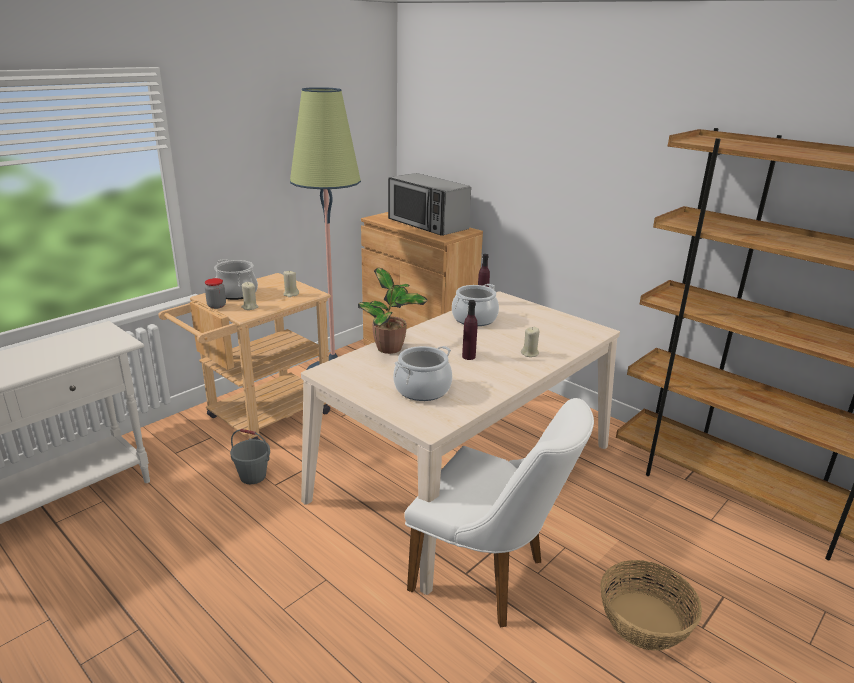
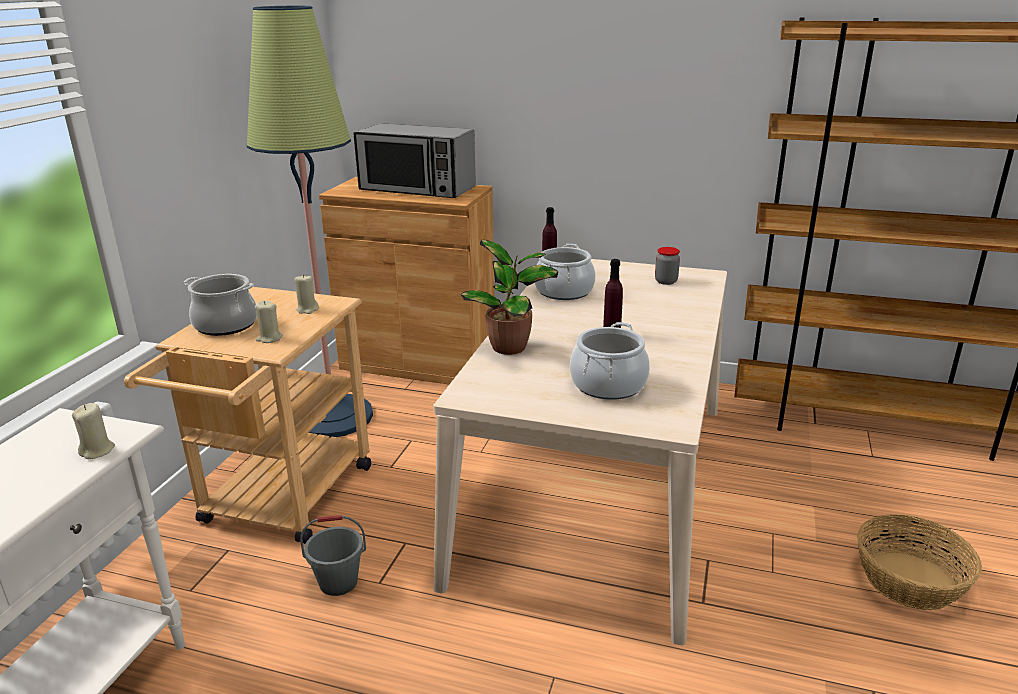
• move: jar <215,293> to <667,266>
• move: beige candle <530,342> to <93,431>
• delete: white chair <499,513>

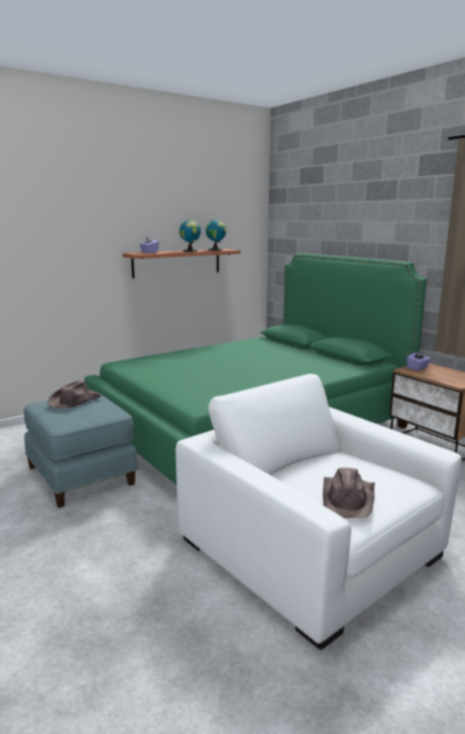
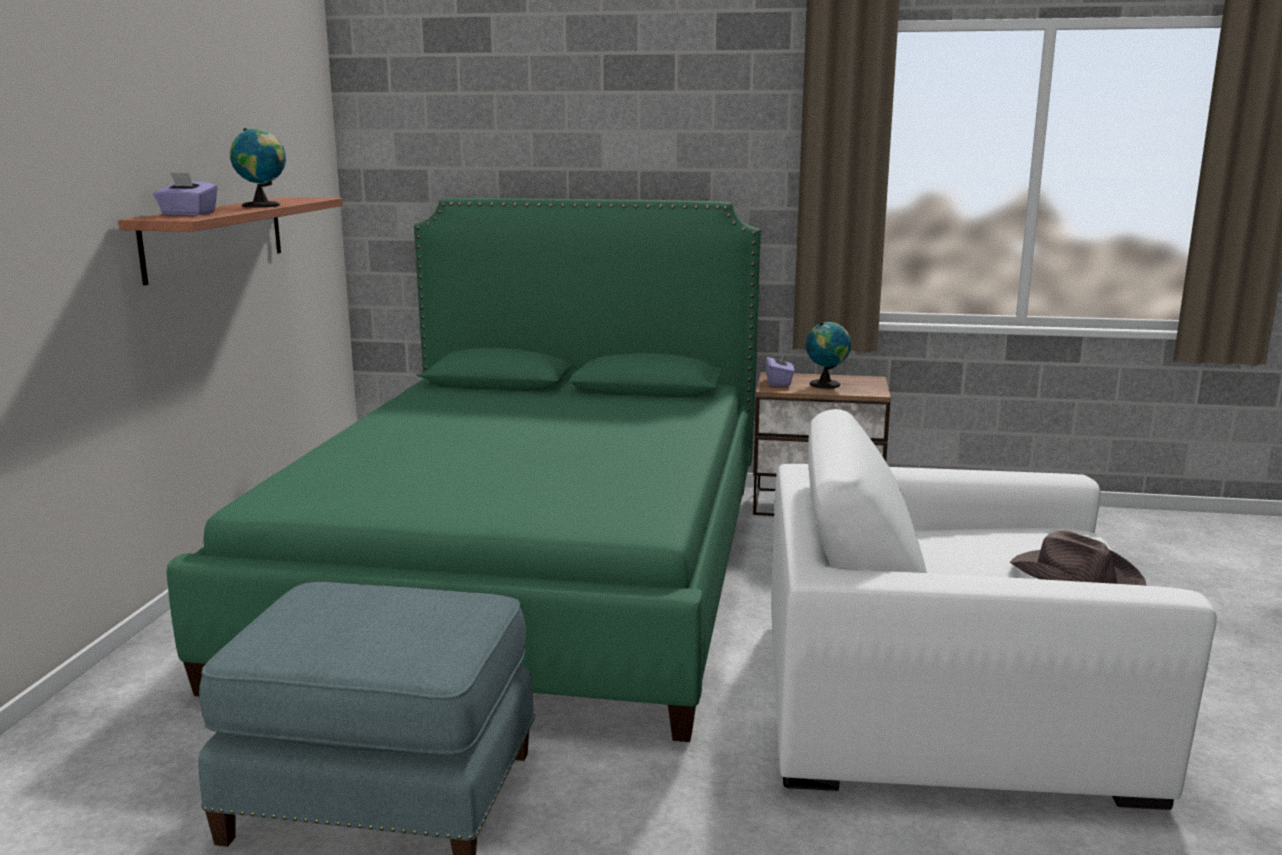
• move: globe <216,235> to <828,355>
• delete: brown hat <74,394>

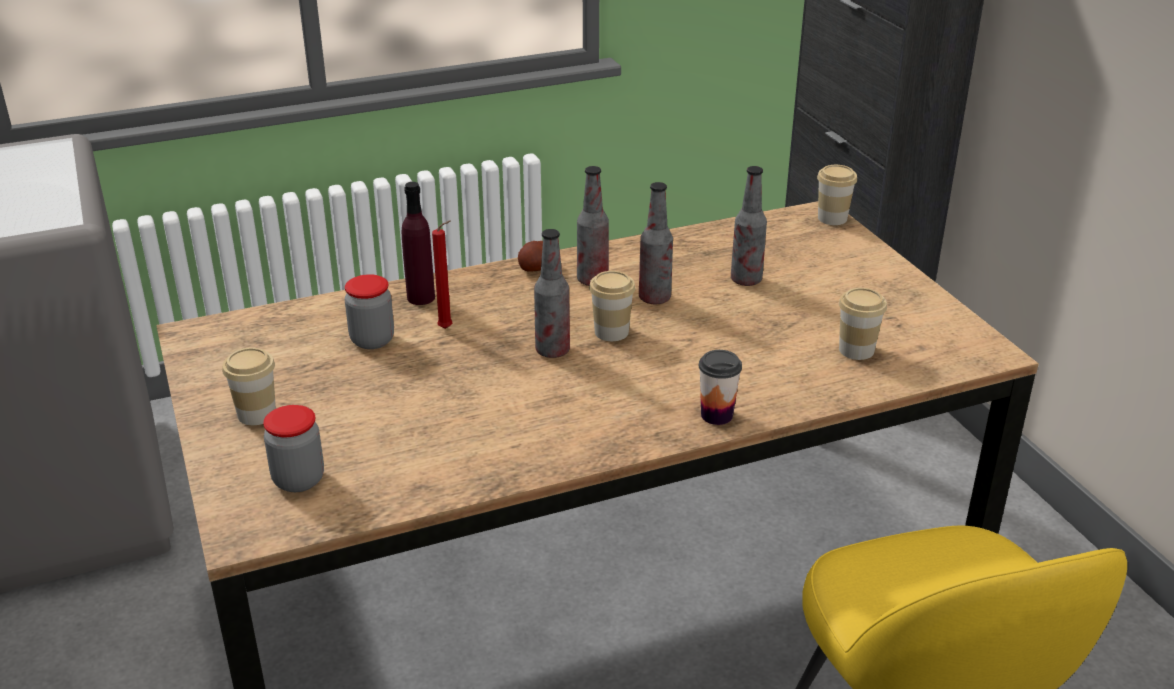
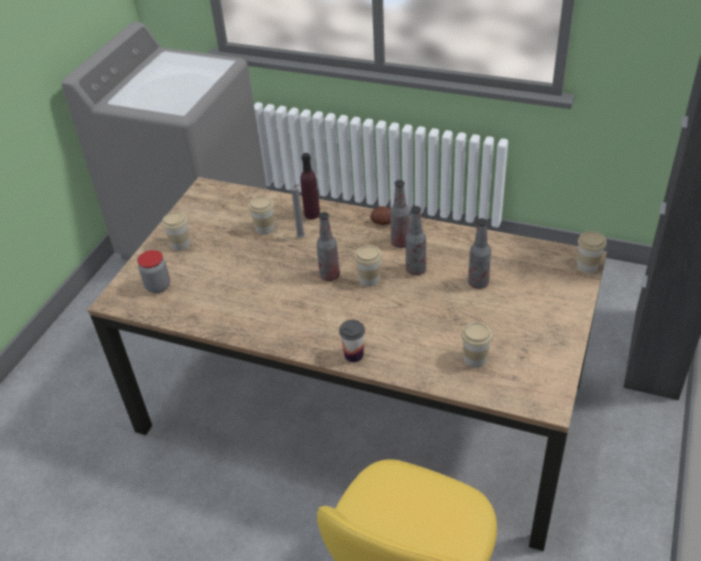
• recolor: red candle <442,274> to grey candle <298,211>
• replace: jar <369,311> to cup <261,215>

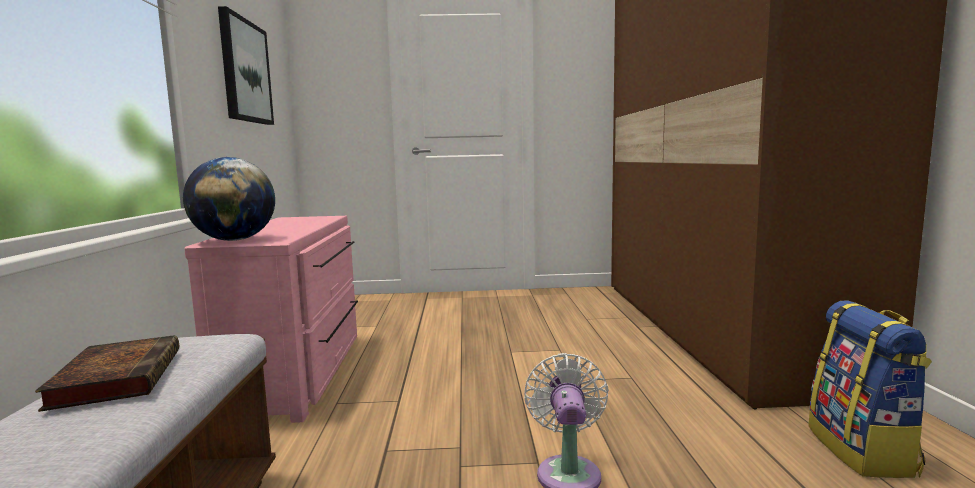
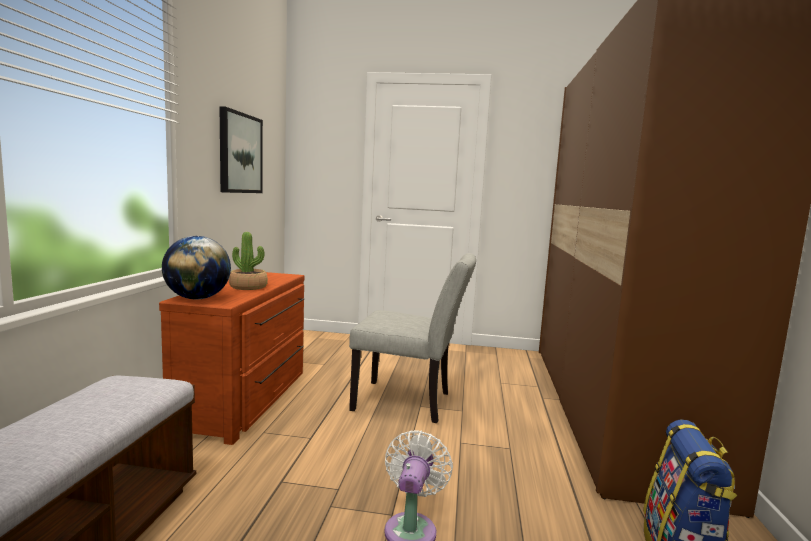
• recolor: pink dresser <271,319> to brown dresser <231,358>
• delete: book <107,373>
• insert: potted plant <248,261>
• insert: grey chair <412,338>

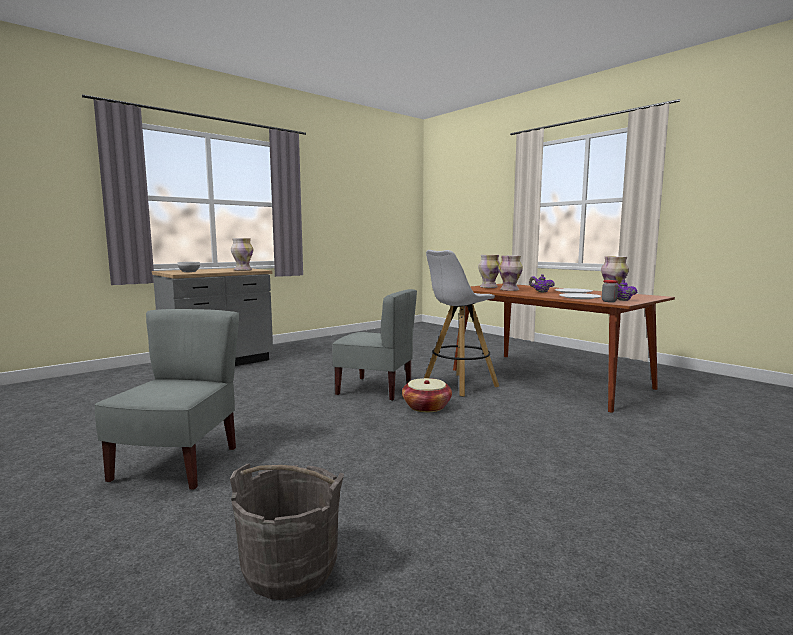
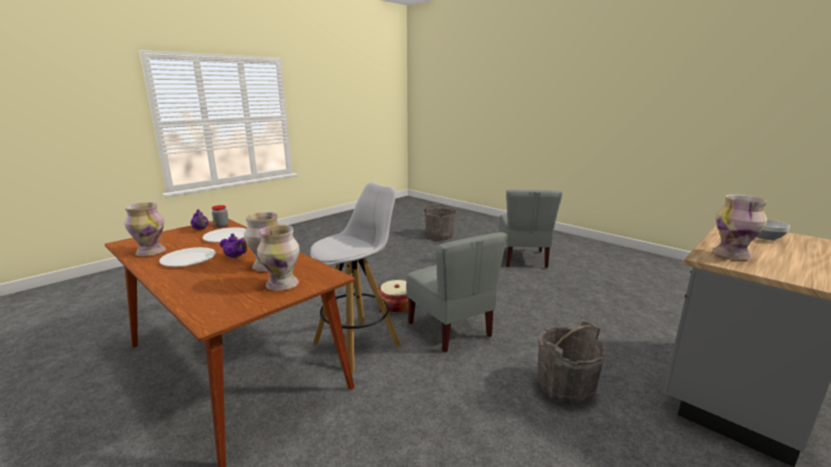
• rotate: grey chair <374,345> = <456,292> 135 degrees counterclockwise
• insert: grey bucket <572,362>

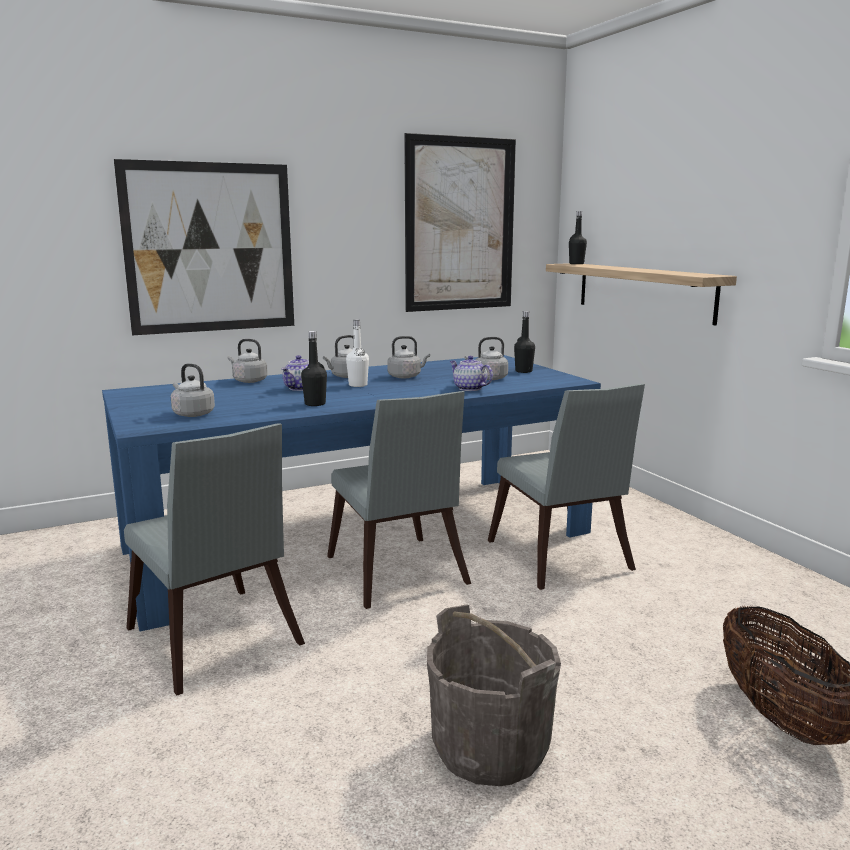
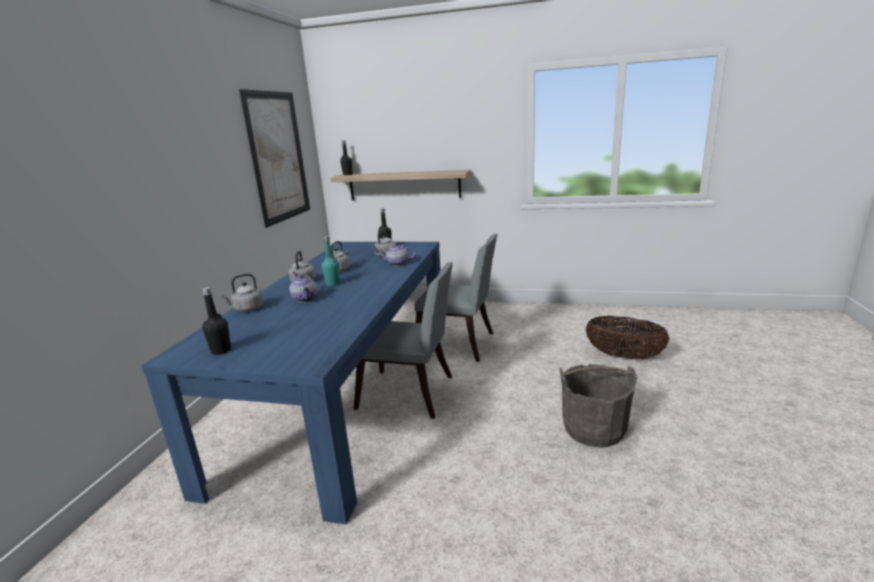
• delete: picture <204,247>
• recolor: white bottle <357,353> to turquoise bottle <331,261>
• move: black bottle <314,368> to <216,321>
• delete: grey kettle <193,390>
• delete: grey chair <214,559>

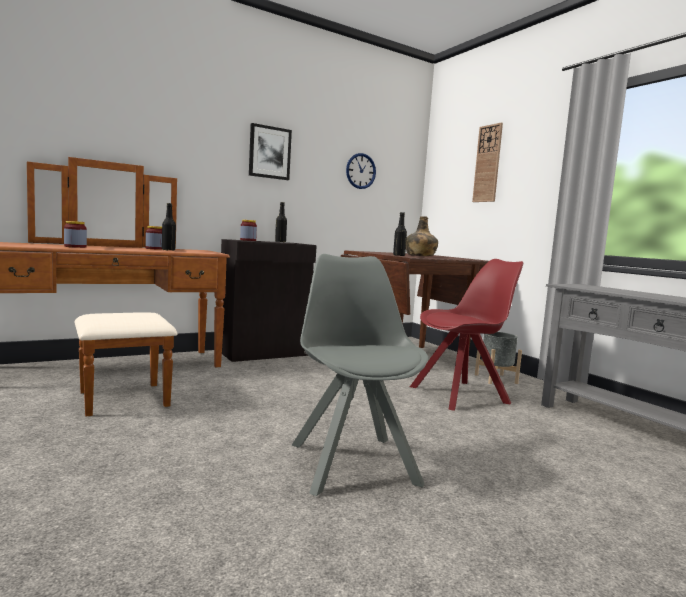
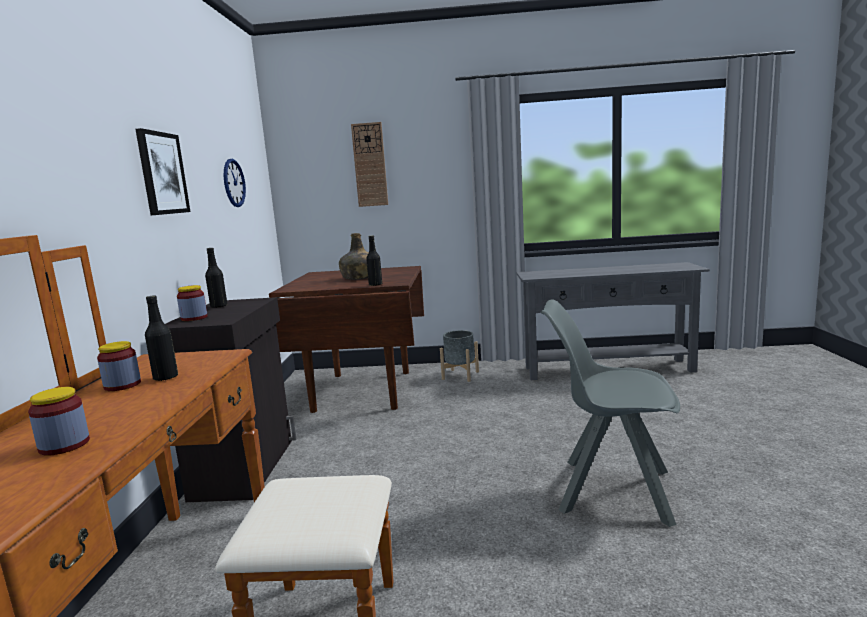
• delete: red chair <466,335>

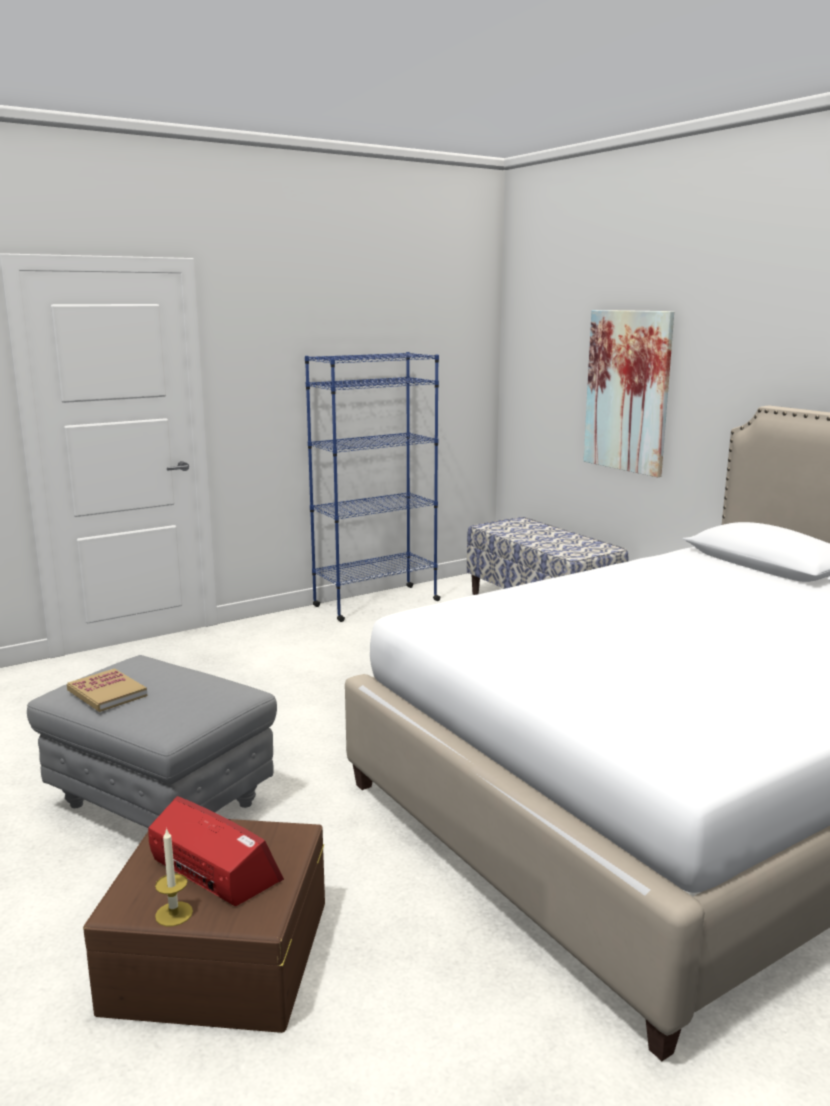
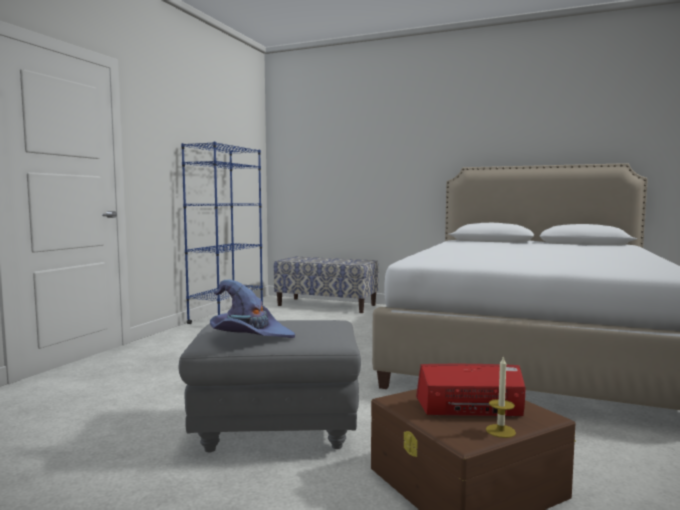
• delete: picture <628,393>
• replace: book <107,690> to purple hat <252,309>

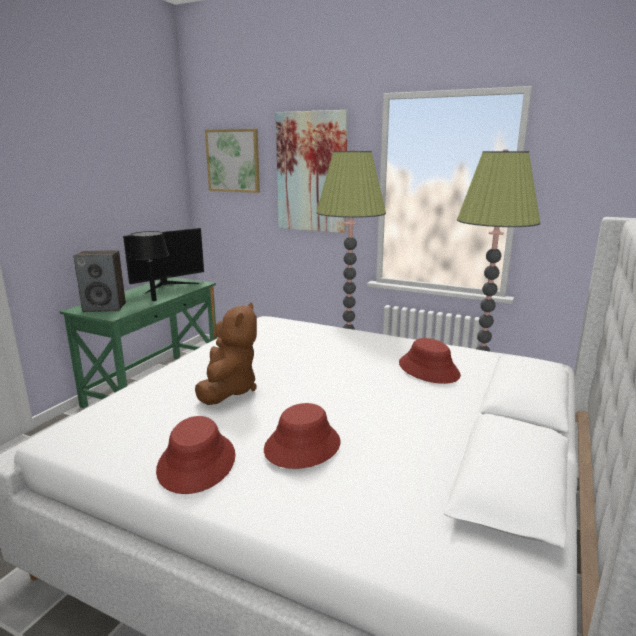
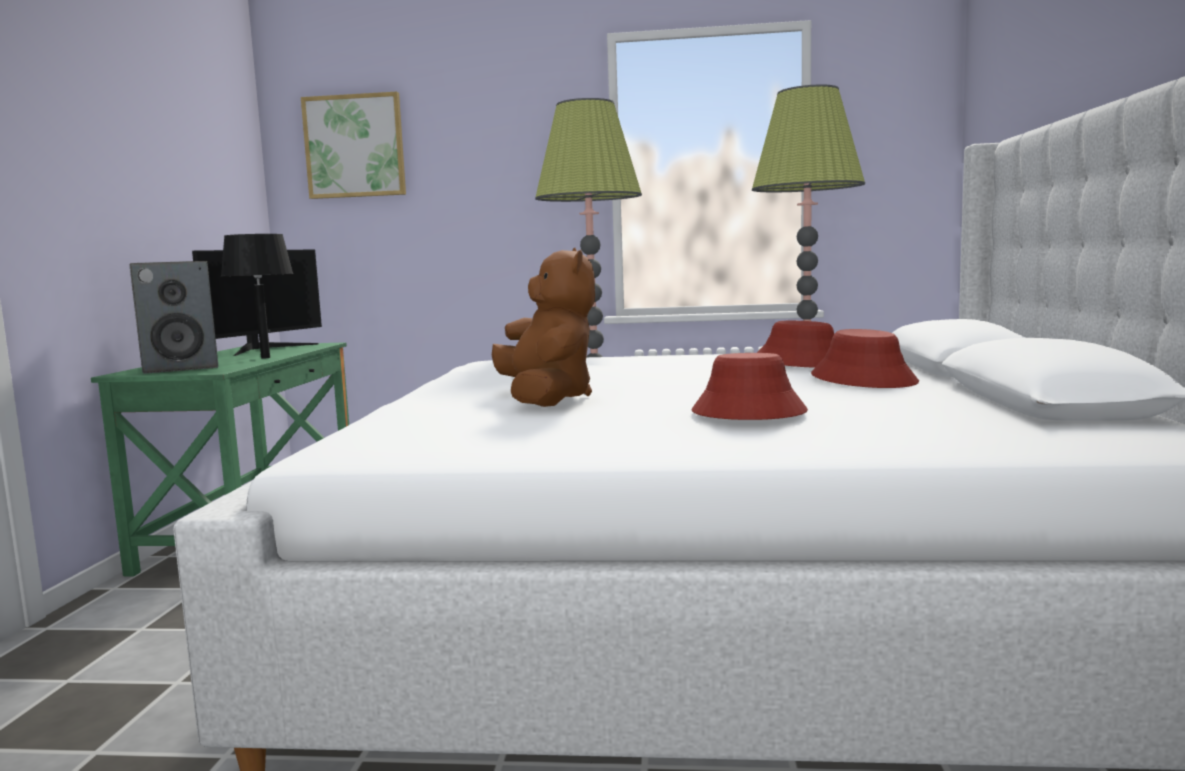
• delete: picture <312,171>
• move: red hat <195,455> to <865,358>

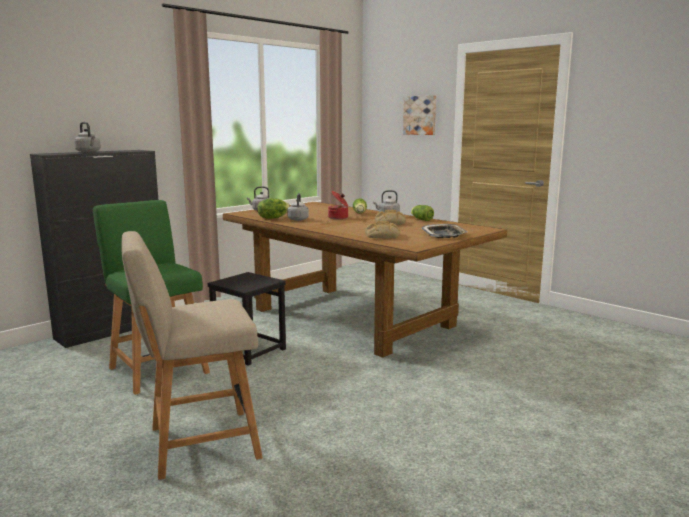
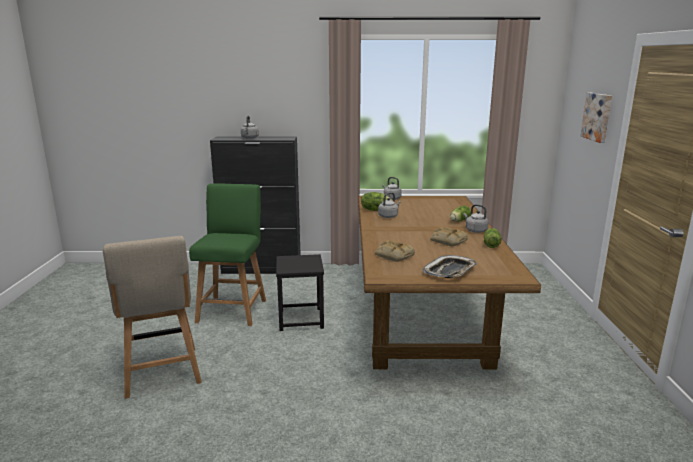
• delete: cooking pot <338,205>
• rotate: beige chair <192,355> = <152,317> 135 degrees counterclockwise

